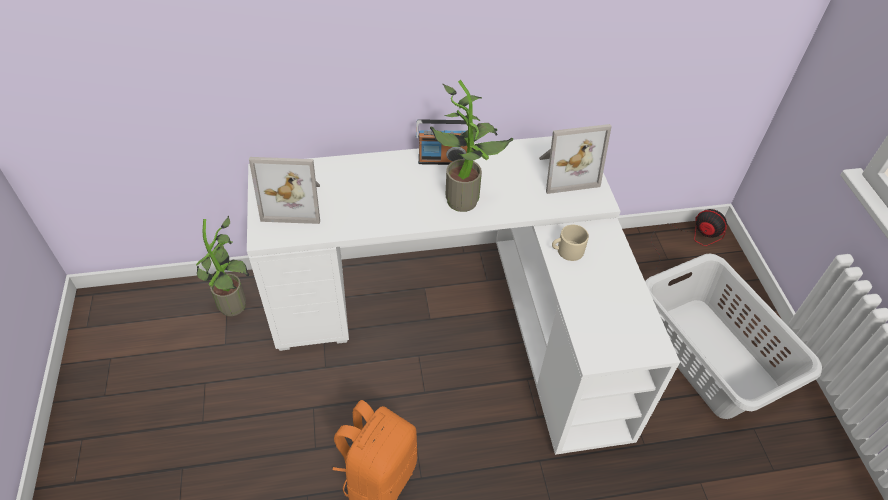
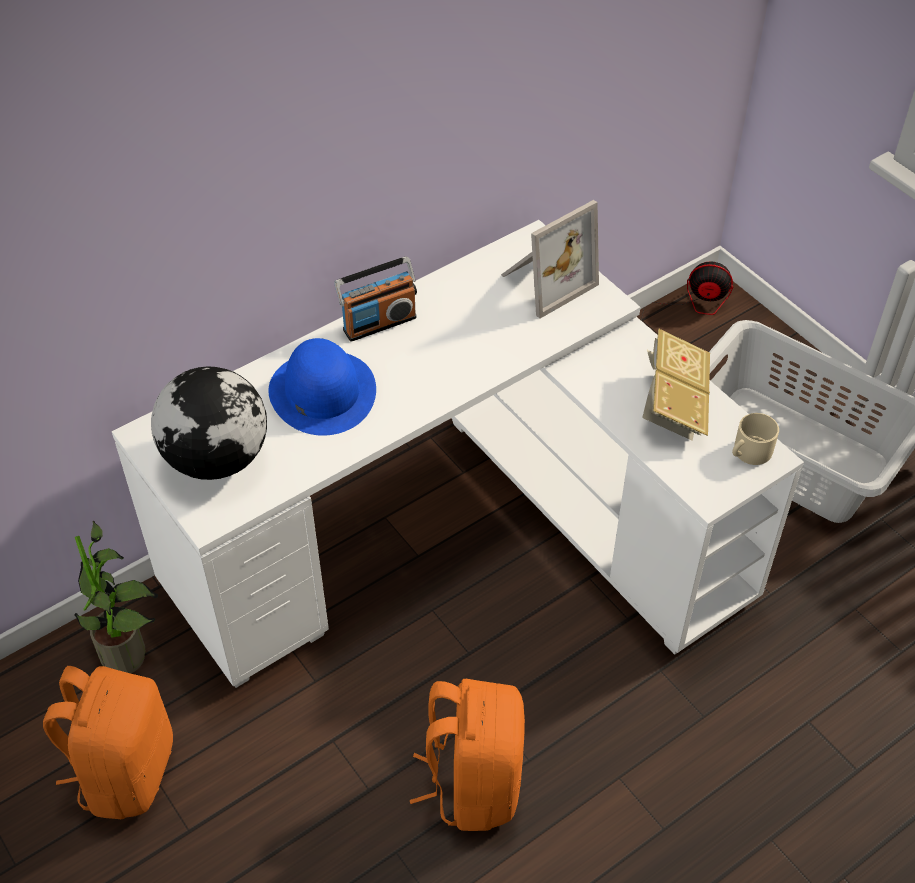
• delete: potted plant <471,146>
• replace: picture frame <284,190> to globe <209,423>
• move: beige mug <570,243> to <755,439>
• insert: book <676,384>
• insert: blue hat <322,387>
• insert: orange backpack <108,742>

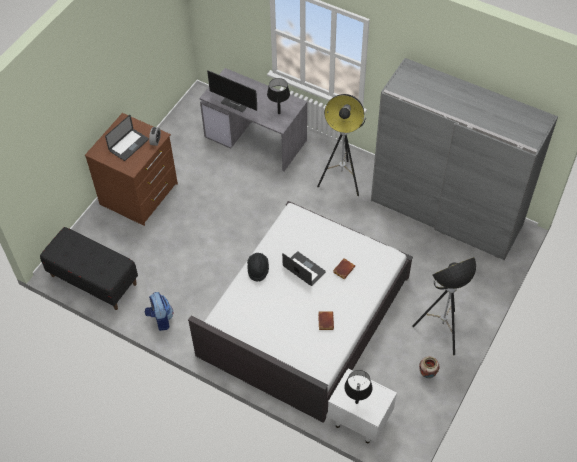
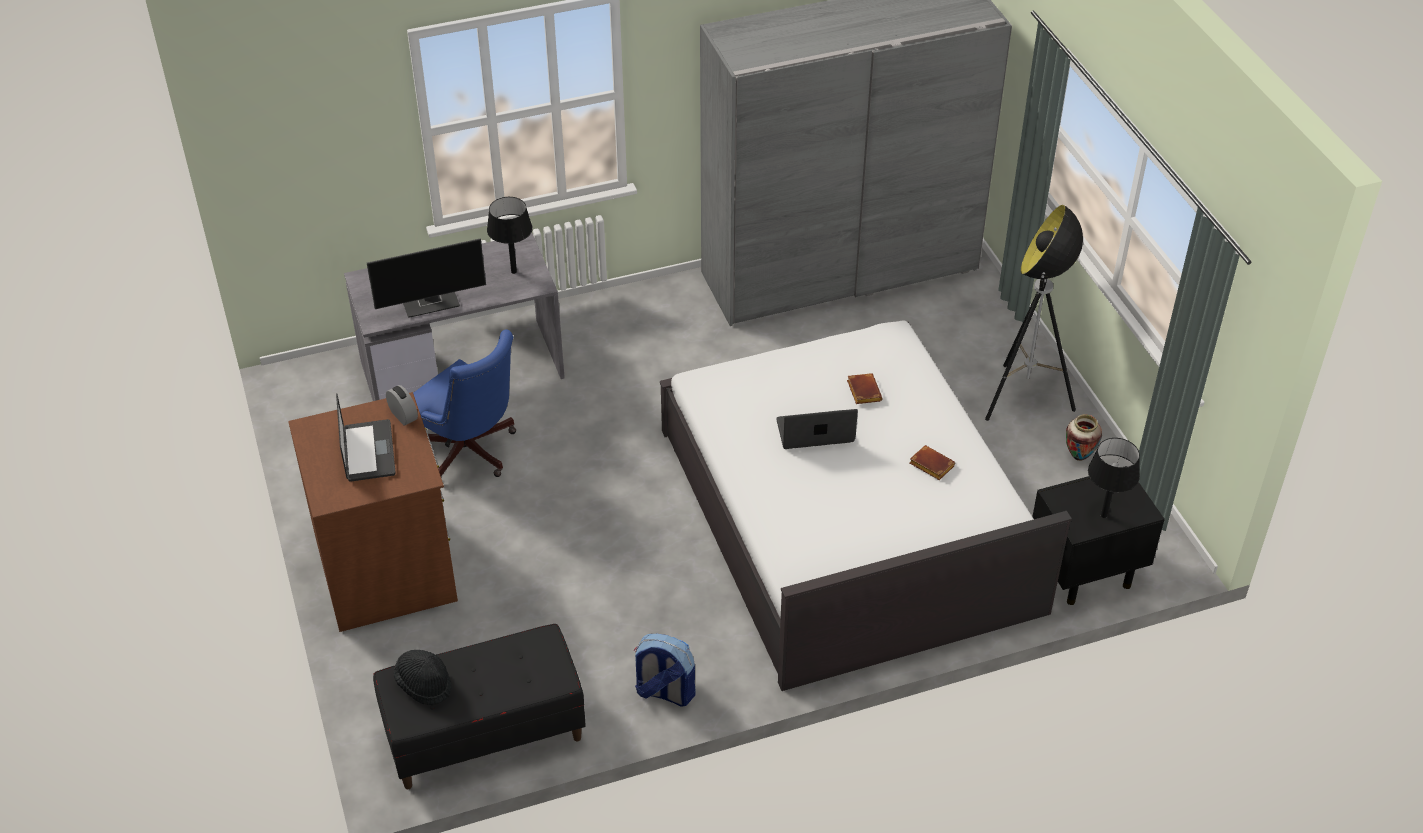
• delete: floor lamp <341,145>
• move: black hat <258,267> to <423,677>
• recolor: white nightstand <362,406> to black nightstand <1098,535>
• insert: blue office chair <464,403>

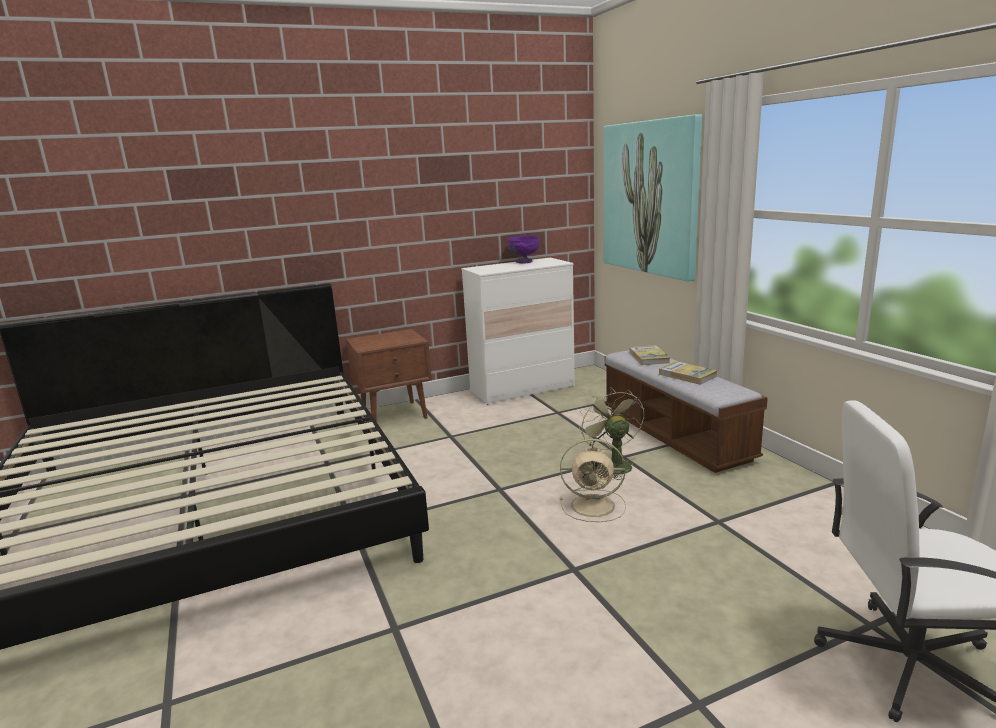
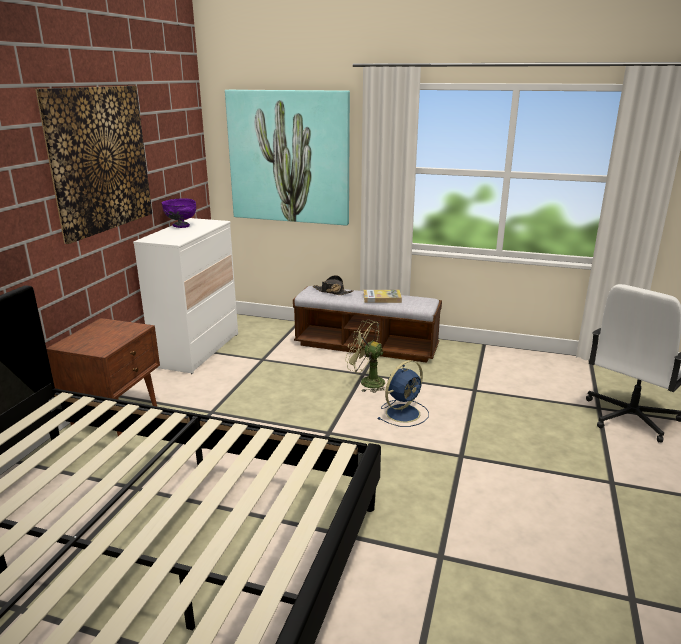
• replace: book <649,355> to black hat <333,285>
• recolor: beige fan <593,480> to blue fan <403,393>
• insert: picture <93,165>

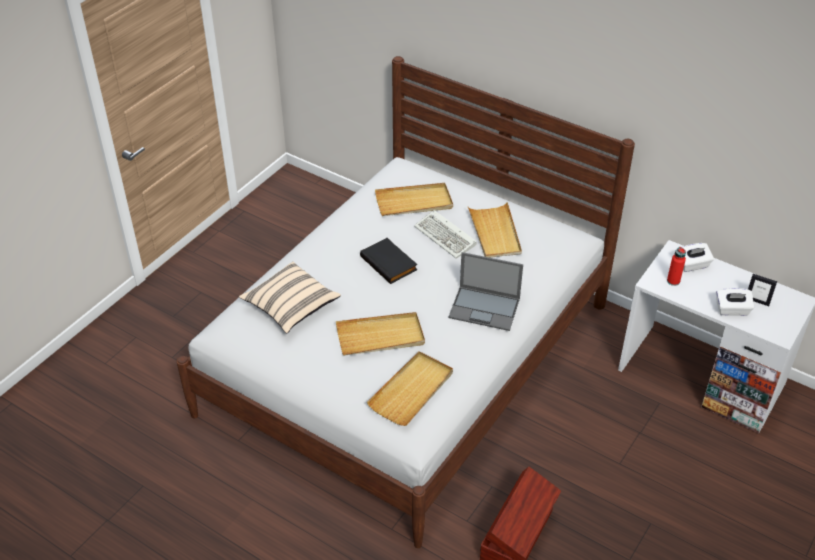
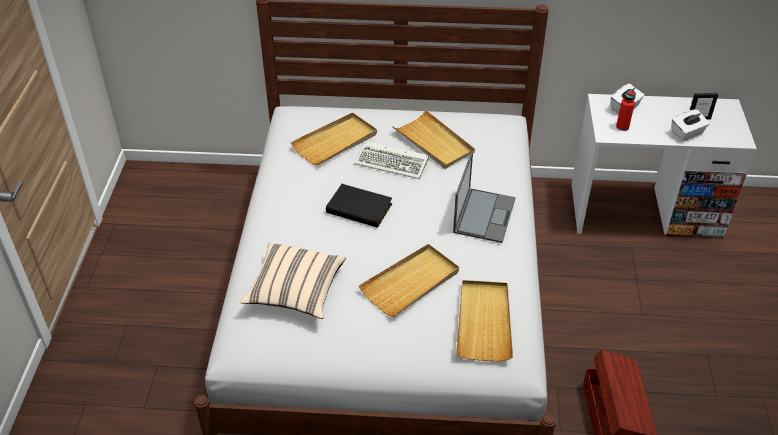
• rotate: laptop <485,291> = <484,197> 60 degrees counterclockwise

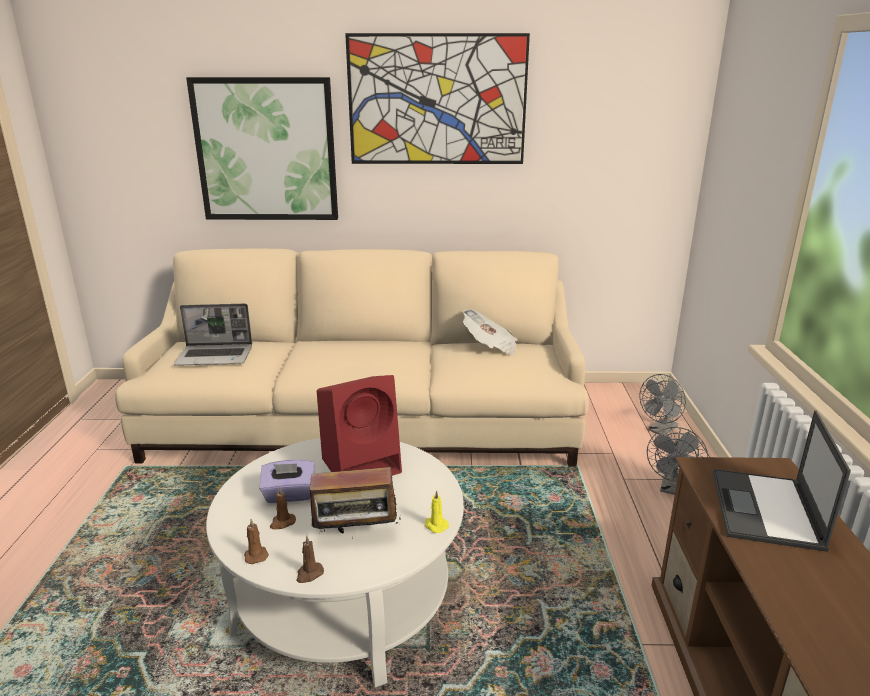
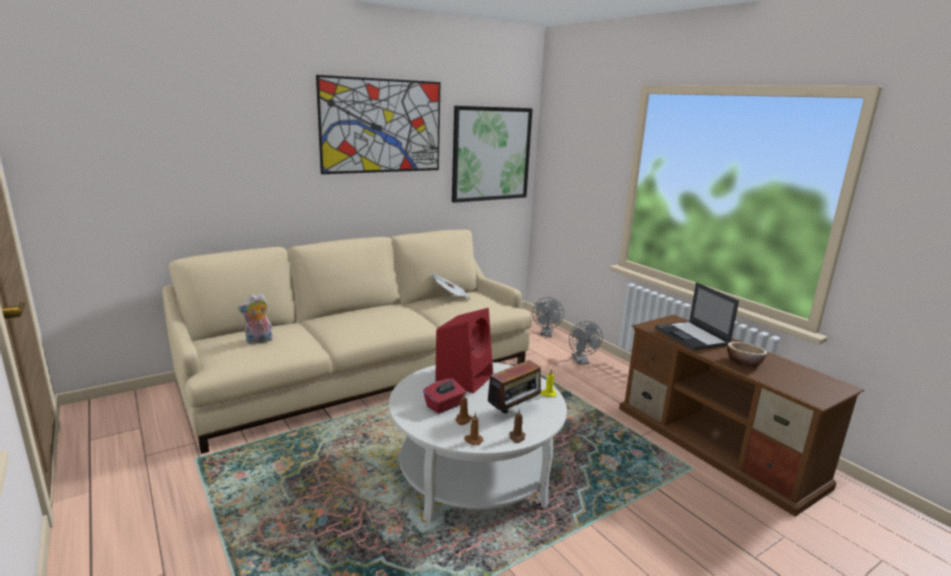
• move: picture <262,148> to <492,154>
• replace: laptop <213,335> to plush toy <255,318>
• recolor: purple tissue box <287,481> to red tissue box <444,396>
• insert: bowl <747,354>

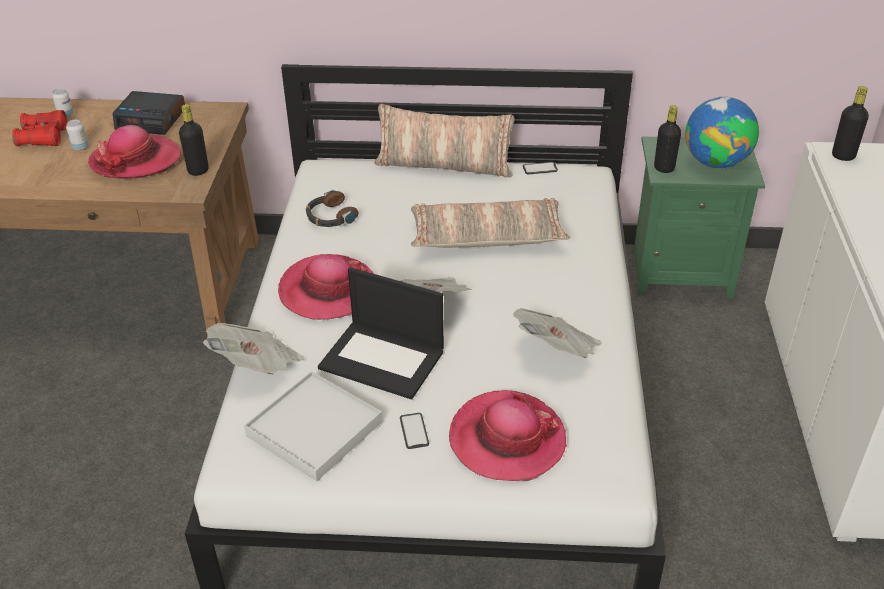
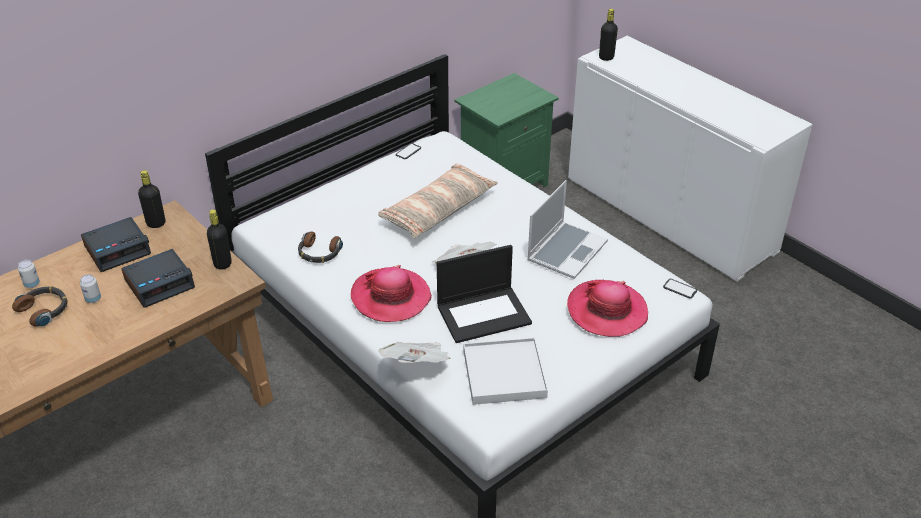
• delete: globe <722,132>
• delete: pillow <444,140>
• move: black bottle <667,139> to <151,199>
• replace: red binoculars <39,128> to headphones <40,306>
• replace: hat <134,152> to alarm clock <158,278>
• replace: newspaper <557,333> to laptop <567,229>
• move: phone <414,431> to <680,288>

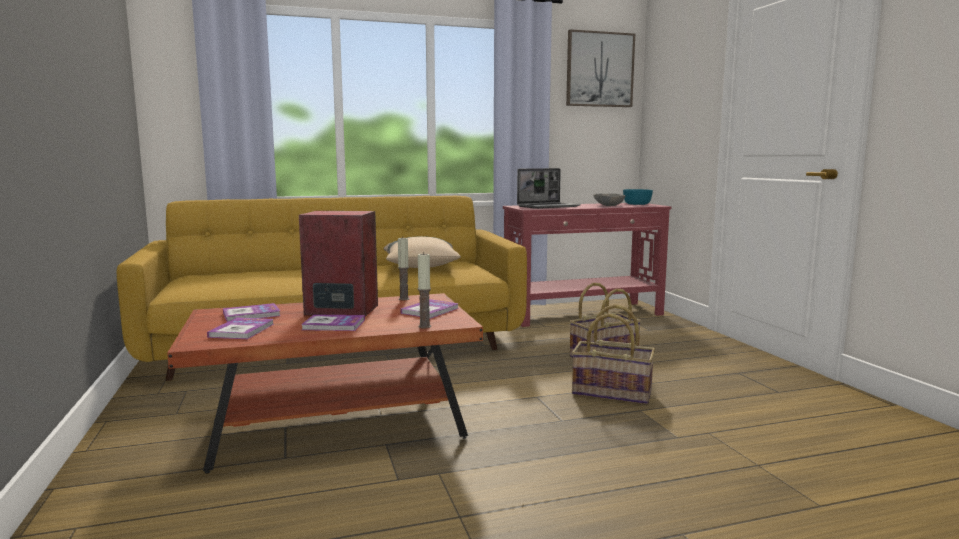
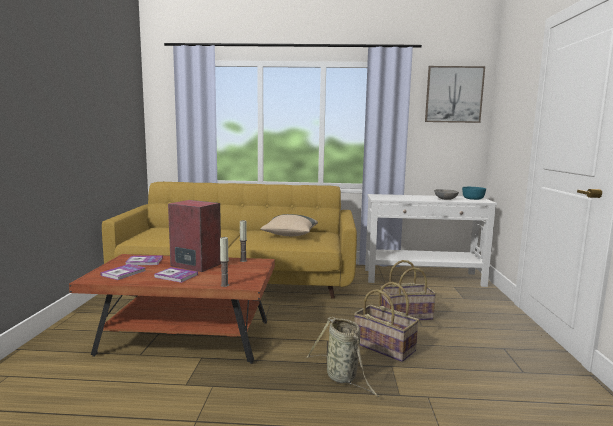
• delete: laptop <549,188>
• recolor: red console table <587,265> to white console table <431,240>
• delete: book <429,309>
• insert: basket <343,357>

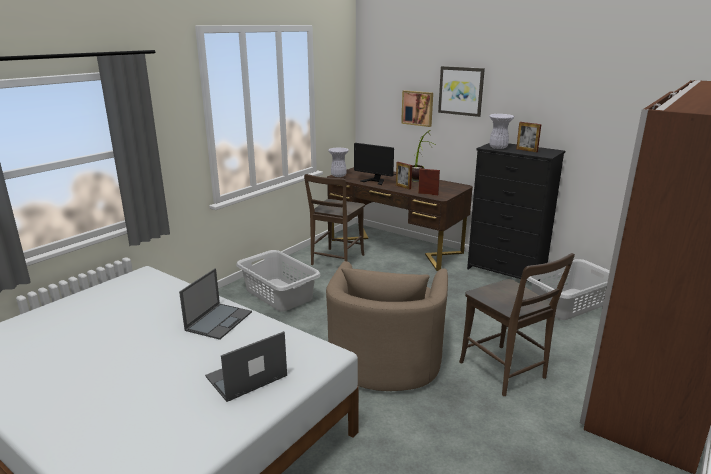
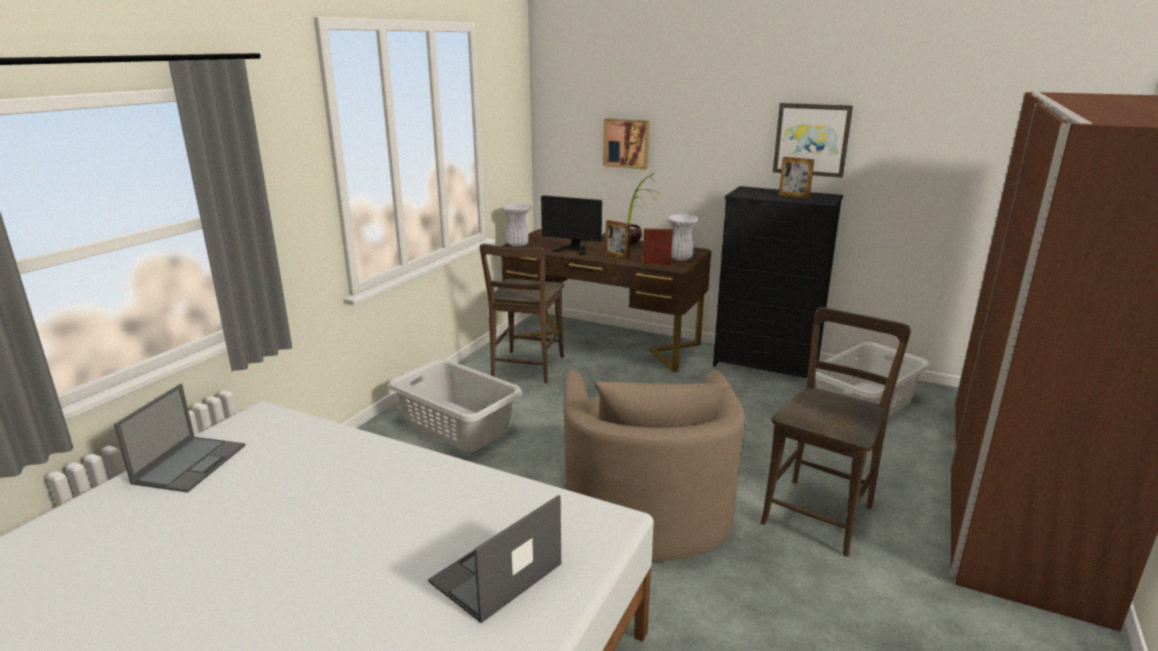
• move: picture <461,91> to <813,140>
• move: white vase <501,131> to <683,237>
• rotate: brown chair <517,324> = <835,432> 105 degrees counterclockwise
• move: laptop <215,304> to <179,438>

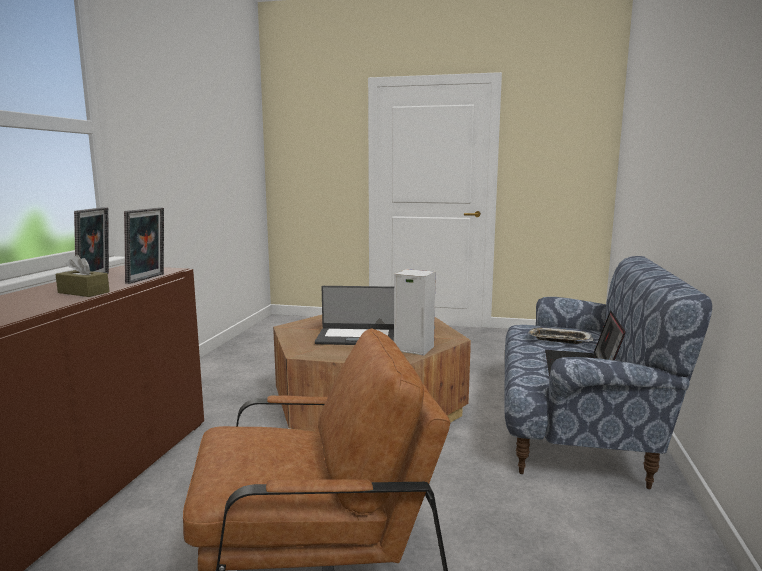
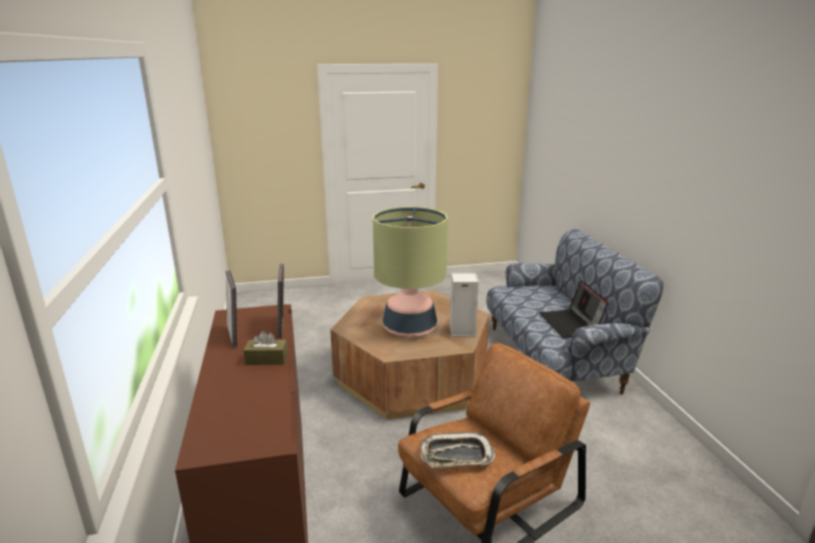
• replace: laptop <354,315> to table lamp <410,272>
• move: tray <561,335> to <457,450>

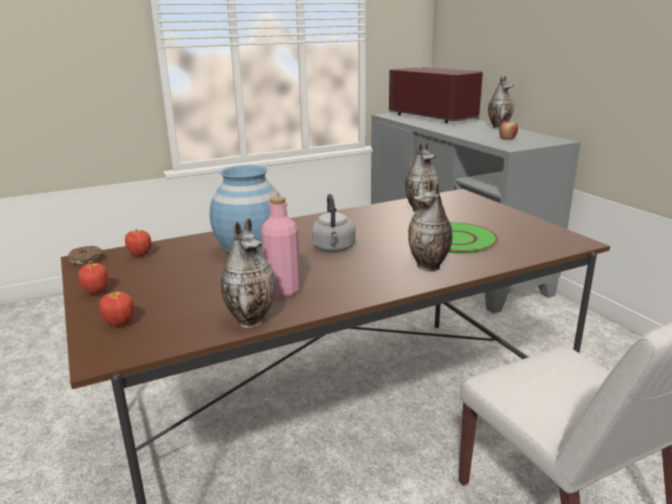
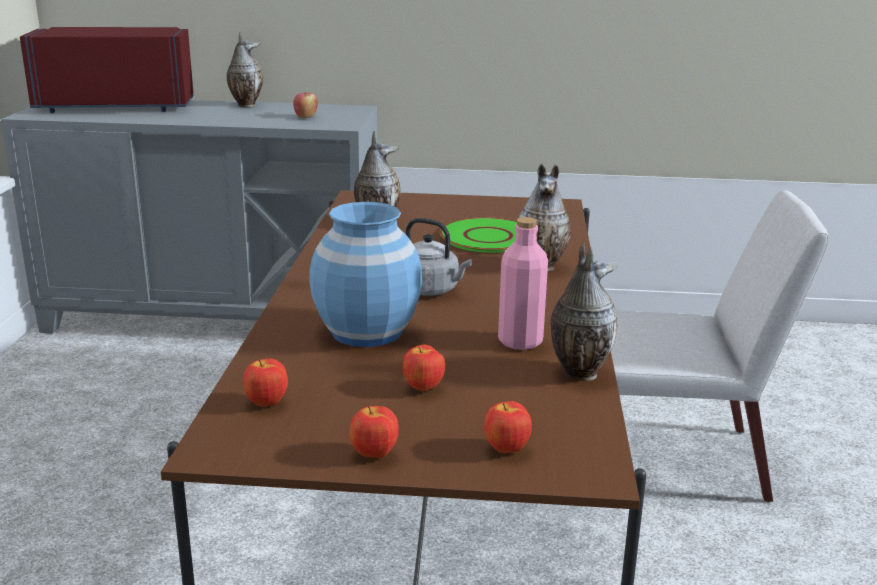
• delete: donut <85,255>
• insert: apple <424,367>

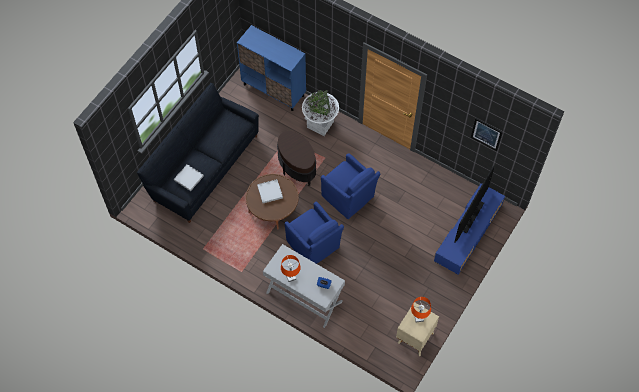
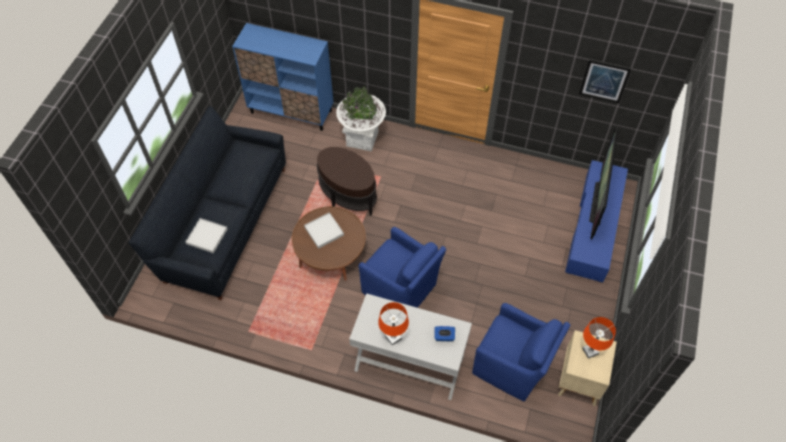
• move: blue armchair <350,186> to <521,352>

